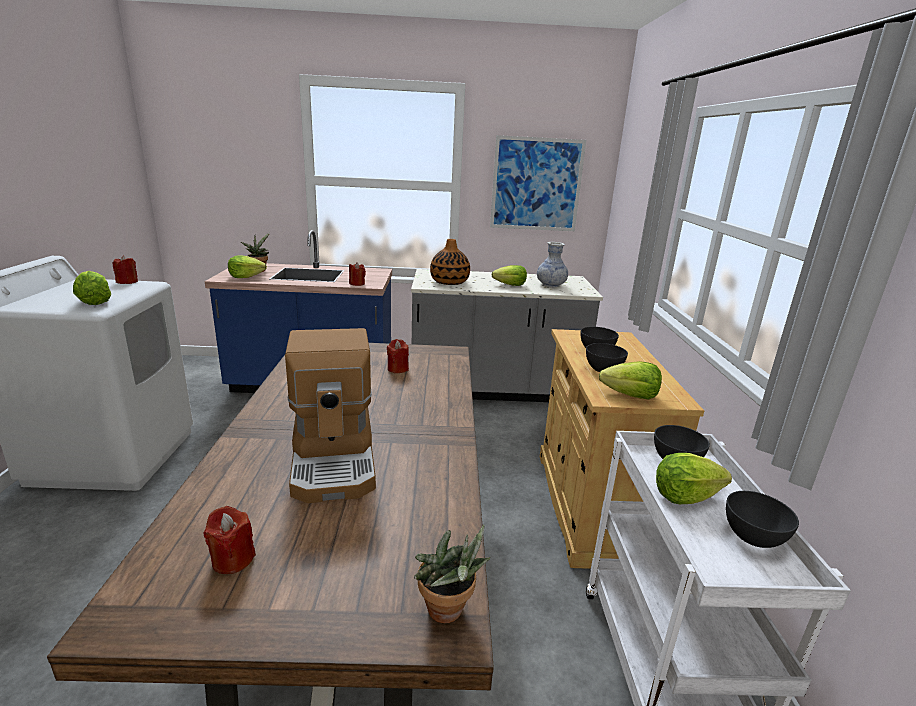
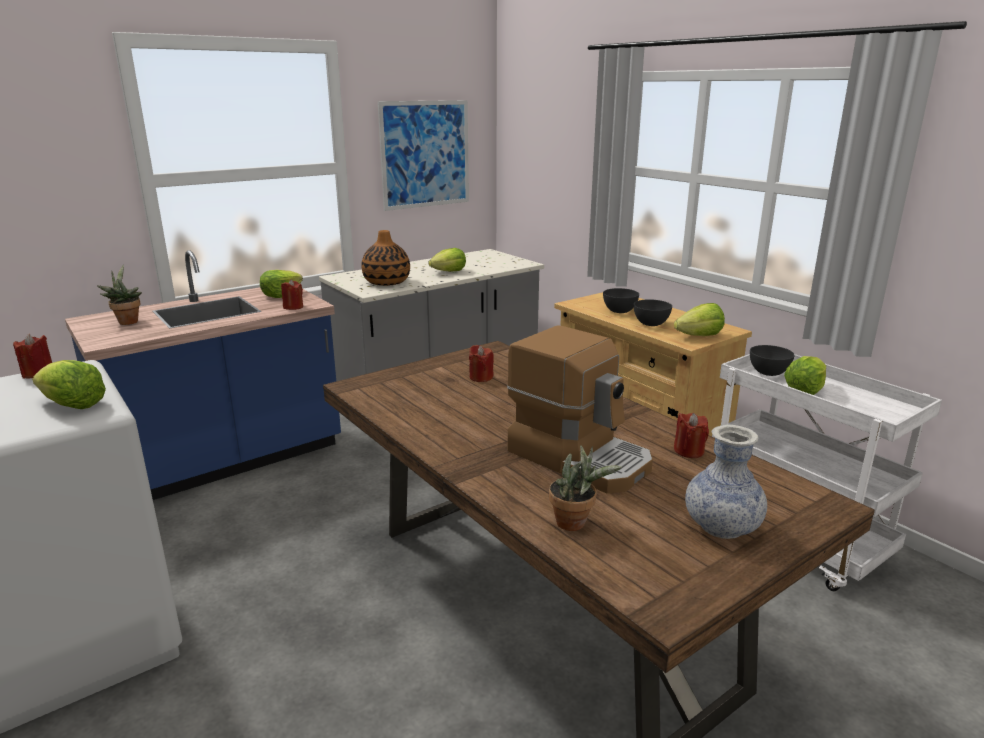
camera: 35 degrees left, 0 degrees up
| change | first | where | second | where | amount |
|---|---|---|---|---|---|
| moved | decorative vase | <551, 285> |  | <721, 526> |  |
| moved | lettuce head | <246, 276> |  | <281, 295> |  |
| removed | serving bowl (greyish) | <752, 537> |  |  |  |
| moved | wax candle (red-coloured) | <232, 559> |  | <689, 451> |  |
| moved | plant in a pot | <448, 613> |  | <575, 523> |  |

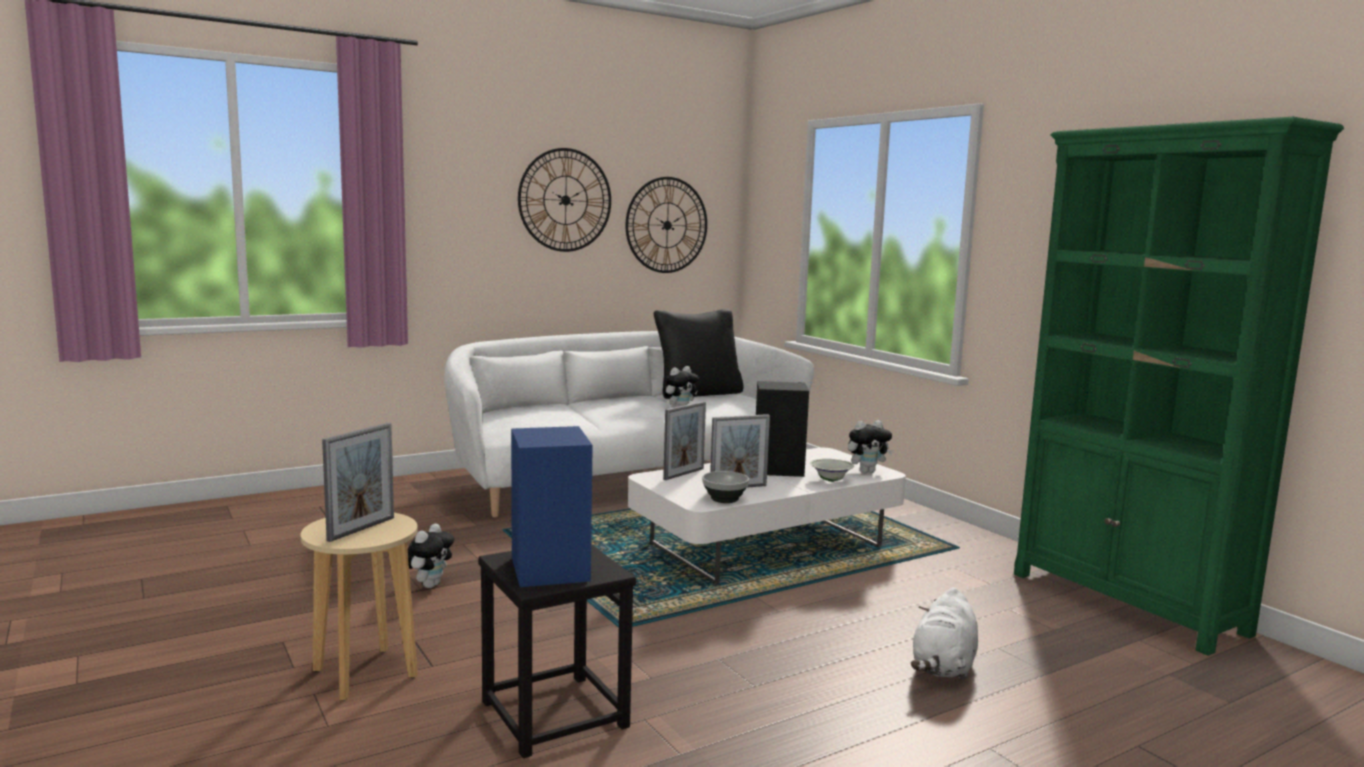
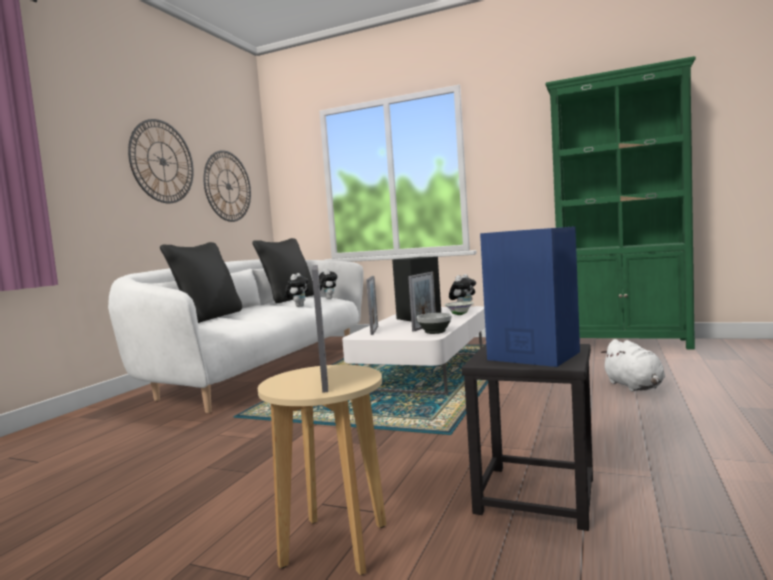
camera: 35 degrees left, 5 degrees down
| change | first | where | second | where | amount |
|---|---|---|---|---|---|
| moved | cuddly toy | <429, 585> |  | <327, 299> |  |
| added |  |  | cushion (black-coloured) | <208, 317> |  |

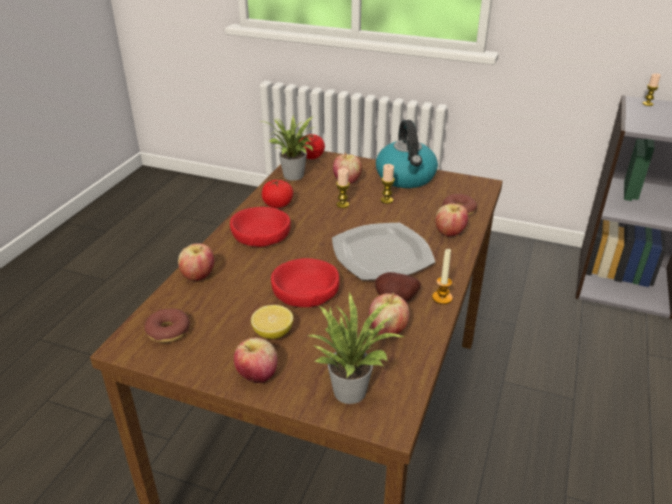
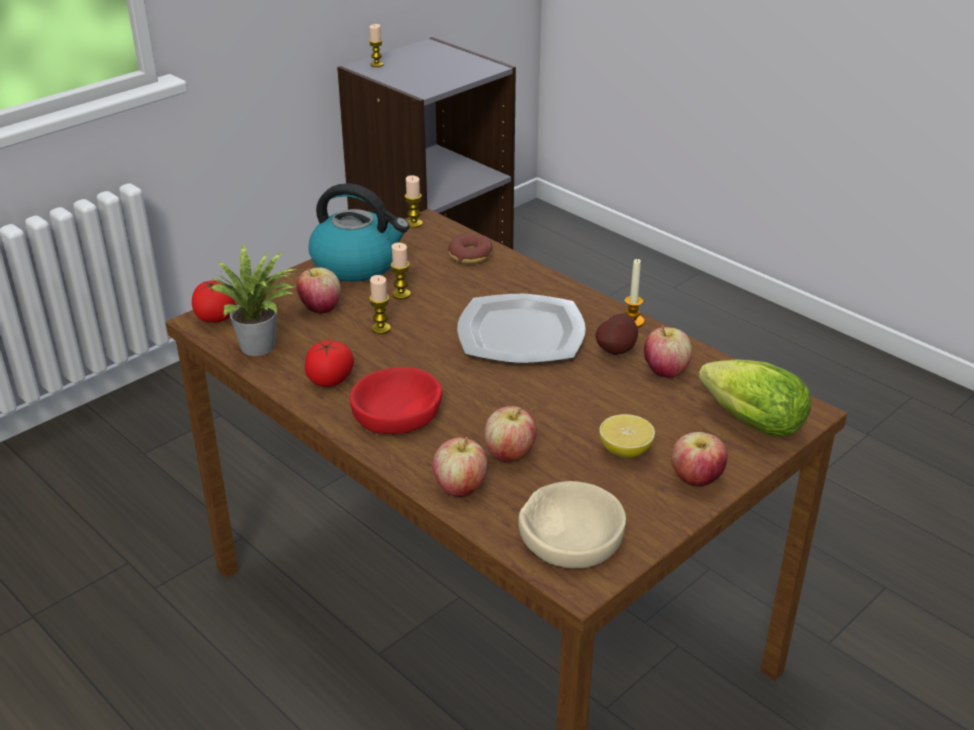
camera: 65 degrees left, 0 degrees up
| change | first | where | second | where | amount |
|---|---|---|---|---|---|
| moved | apple fruit | <449, 233> |  | <509, 455> |  |
| removed | serving bowl (red-coloured) | <305, 290> |  |  |  |
| replaced | plant in a pot | <351, 388> | lettuce head | <746, 421> |  |
| replaced | donut | <168, 331> | serving bowl (beige) | <571, 536> |  |
| added |  |  | wax candle | <414, 223> |  |

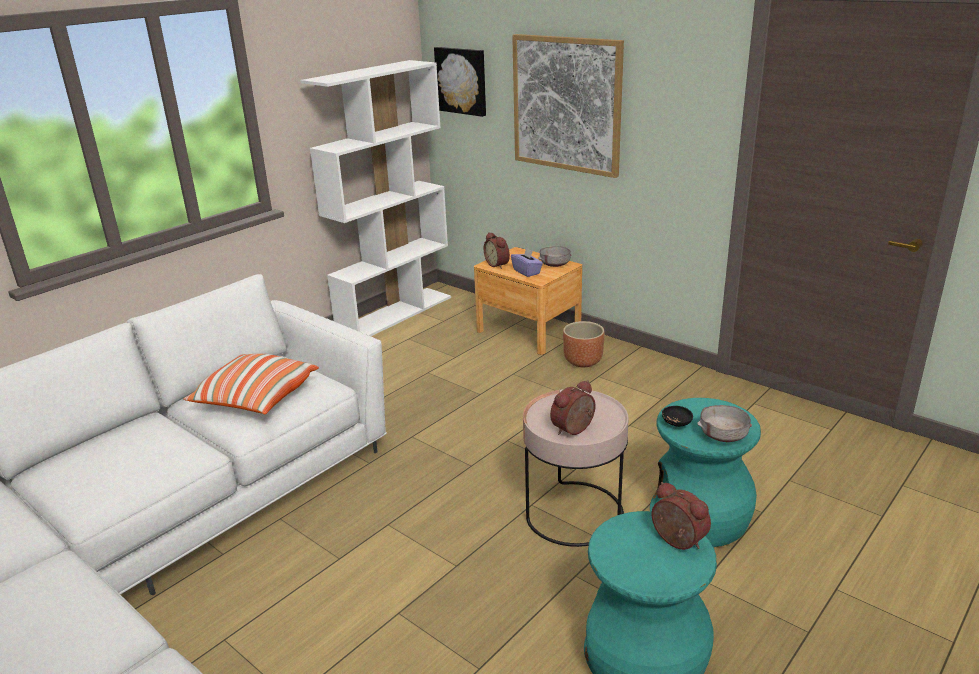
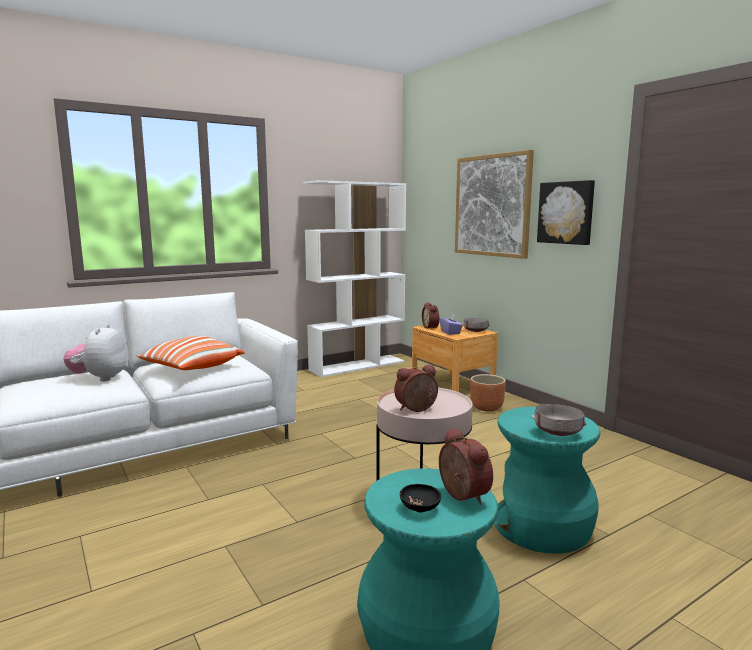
camera: 15 degrees right, 15 degrees down
| change | first | where | second | where | amount |
|---|---|---|---|---|---|
| moved | picture | <462, 80> |  | <566, 212> |  |
| moved | serving bowl (black-coloured) | <676, 423> |  | <420, 507> |  |
| added |  |  | cuddly toy | <100, 378> |  |

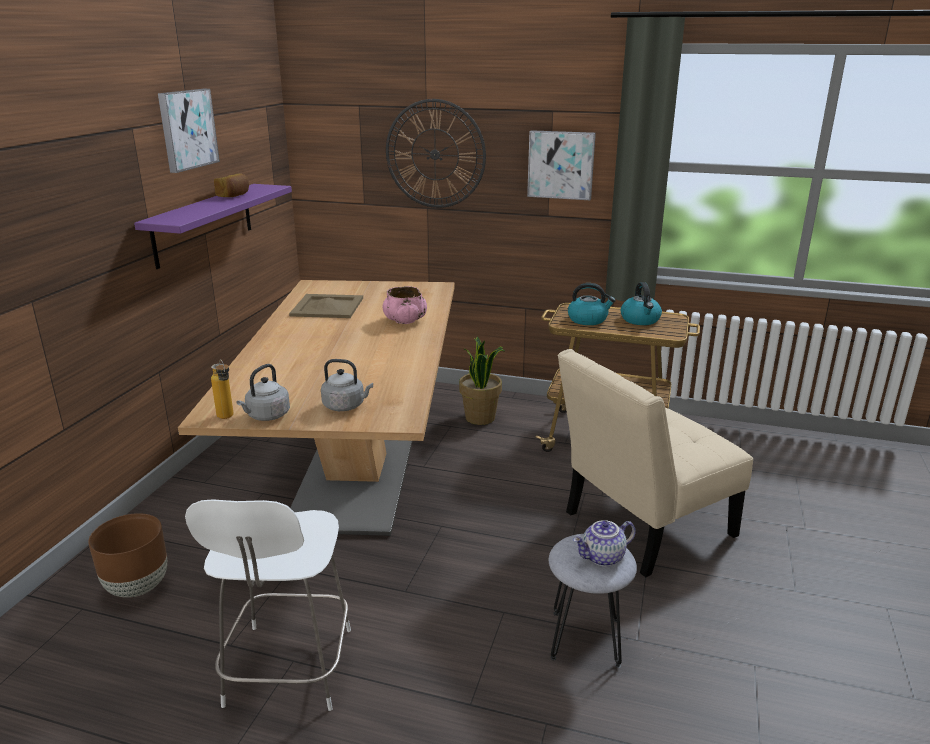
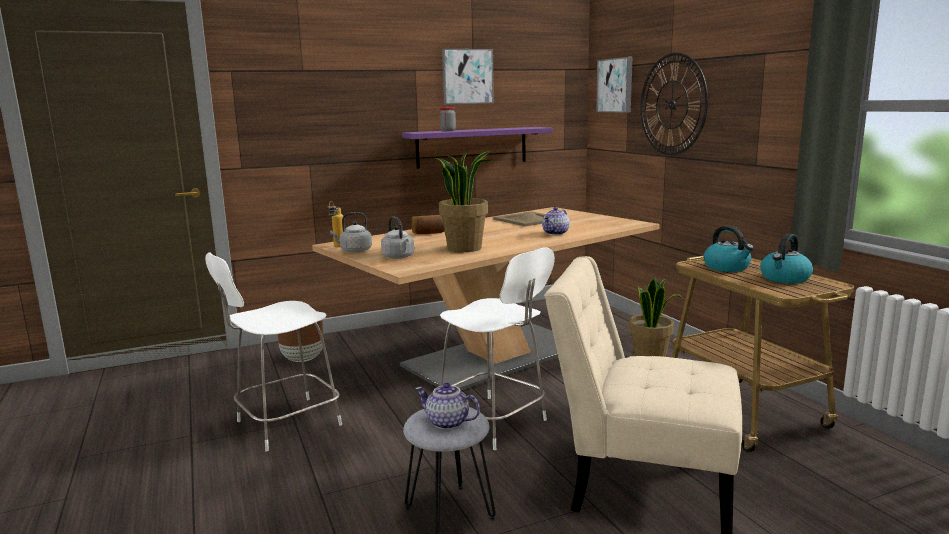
camera: 50 degrees right, 10 degrees down
| change | first | where | second | where | amount |
|---|---|---|---|---|---|
| moved | picture | <561, 165> |  | <615, 85> |  |
| moved | baked bread | <234, 195> |  | <429, 233> |  |
| replaced | serving bowl (pink-coloured) | <405, 320> | pot for tea | <556, 233> |  |
| added |  |  | jar | <448, 131> |  |
| added |  |  | plant in a pot | <464, 248> |  |
| added |  |  | plain chair (white) | <494, 423> |  |

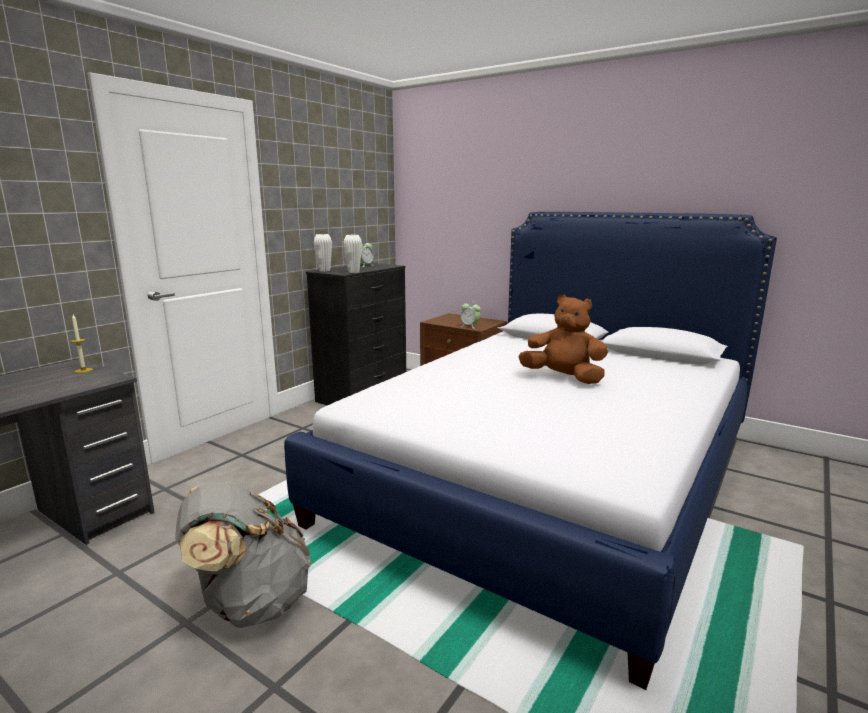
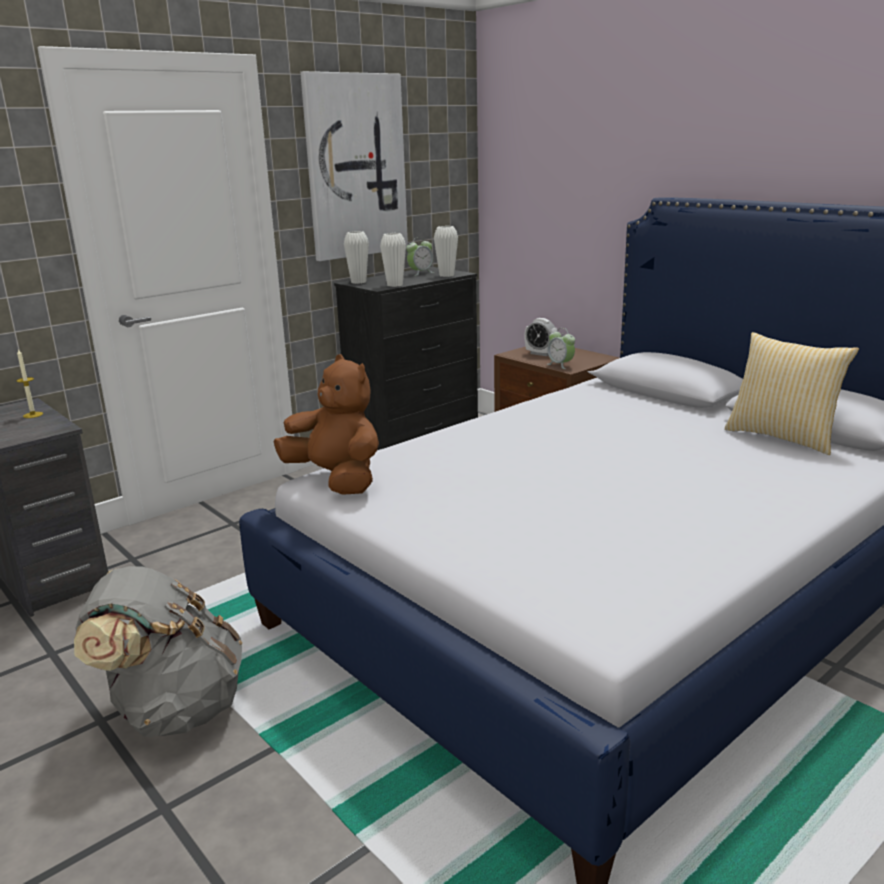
camera: 15 degrees right, 5 degrees up
| change | first | where | second | where | amount |
|---|---|---|---|---|---|
| moved | cuddly toy (brown) | <563, 378> |  | <336, 480> |  |
| added |  |  | picture | <355, 167> |  |
| added |  |  | decorative vase (white) | <446, 275> |  |
| added |  |  | table clock | <540, 354> |  |
| added |  |  | cushion | <782, 437> |  |

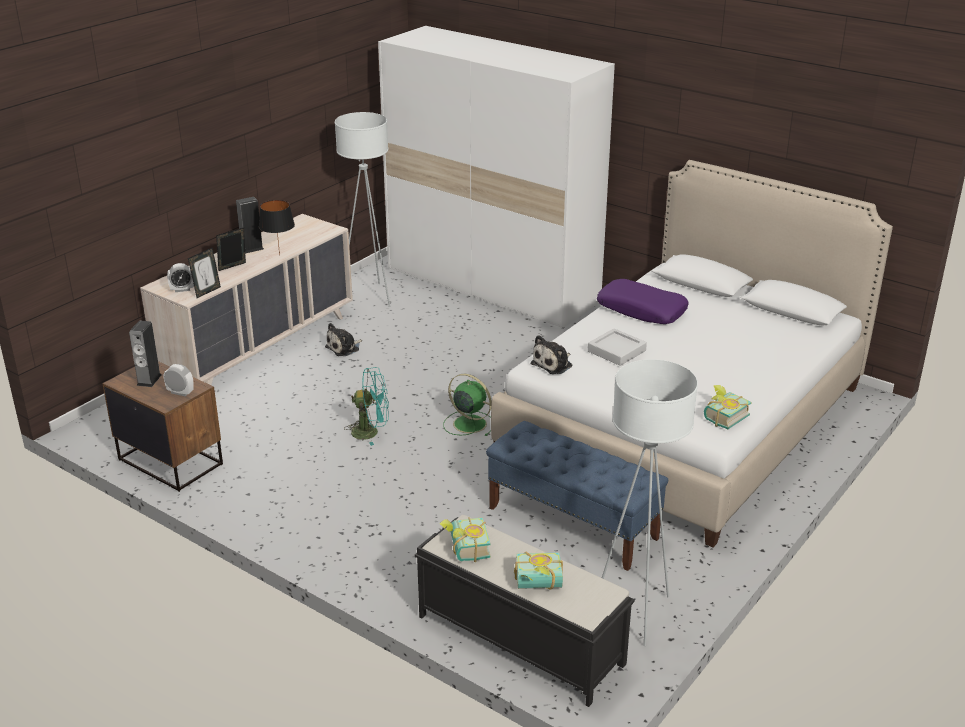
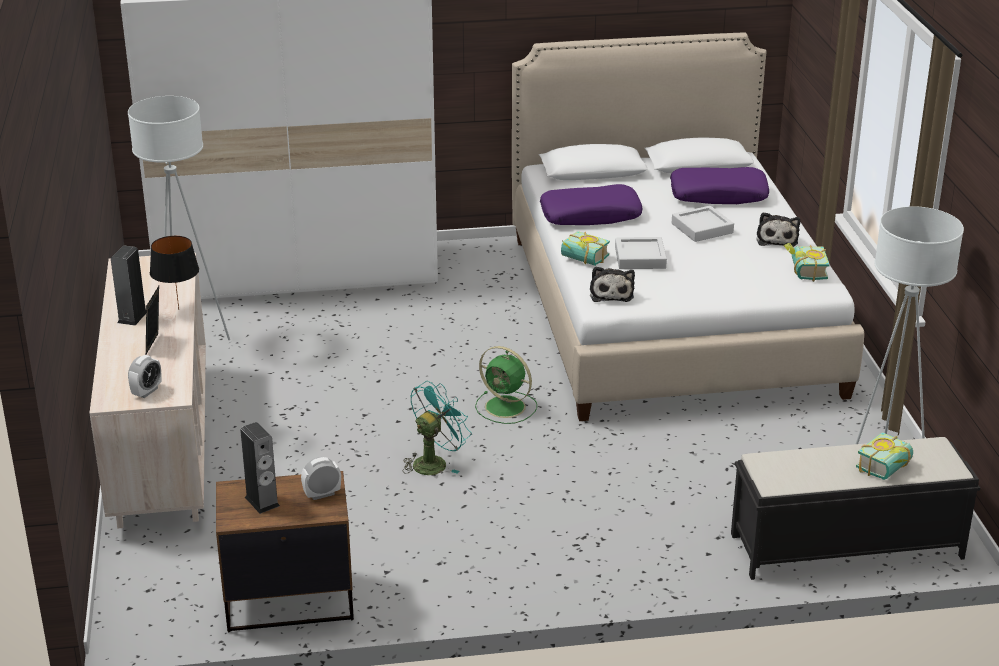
camera: 45 degrees left, 0 degrees up
| change | first | where | second | where | amount |
|---|---|---|---|---|---|
| removed | standing frame | <207, 292> |  |  |  |
| moved | cuddly toy | <344, 348> |  | <777, 239> |  |
| turned | fan (green) | <468, 423> |  | <507, 407> | 135 degrees counterclockwise |
| removed | bench (bluish) | <573, 523> |  |  |  |
| moved | book | <464, 549> |  | <582, 260> |  |
| added |  |  | cushion (purple-coloured) | <718, 195> |  |
| added |  |  | carrying tray (greyish) | <702, 228> |  |

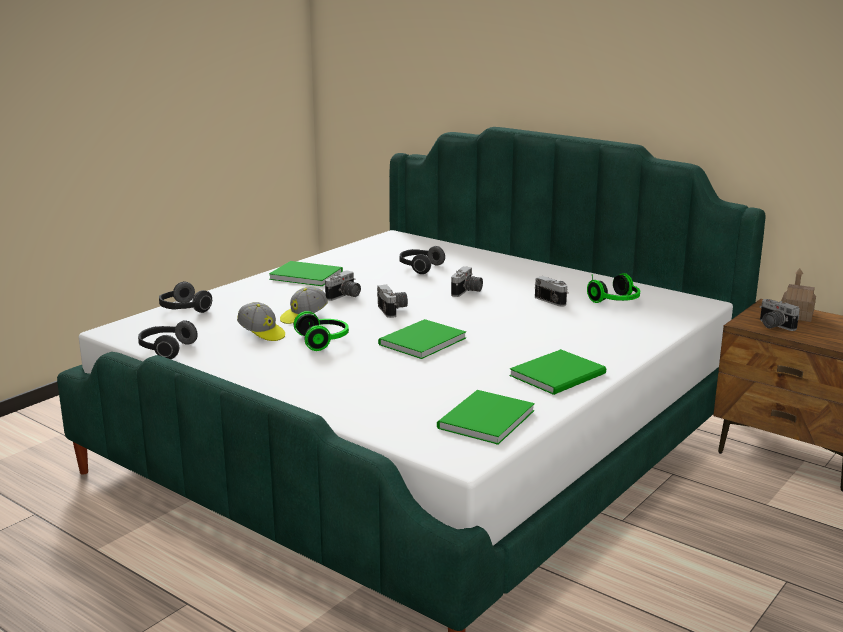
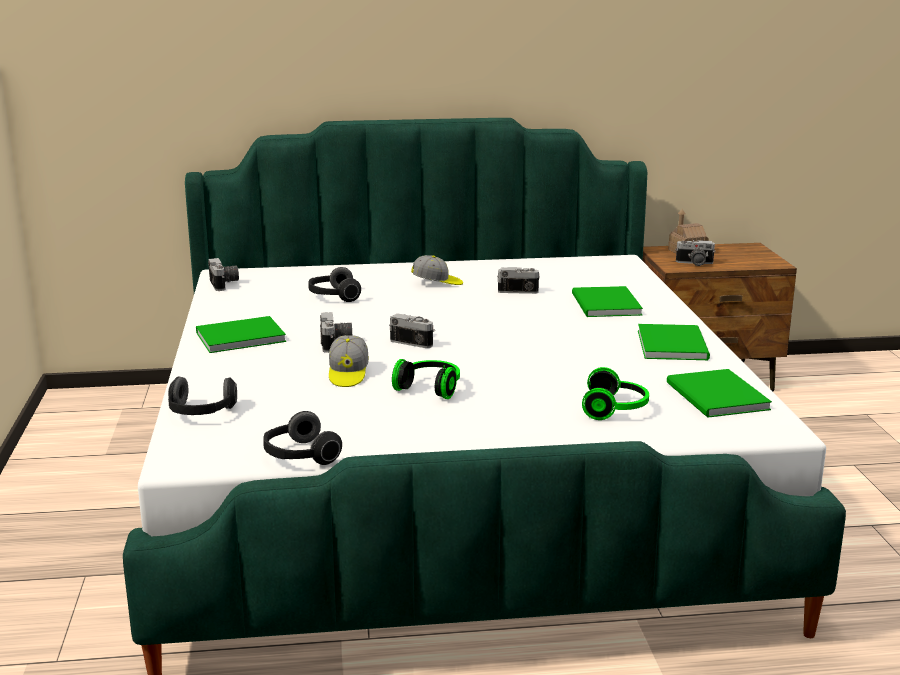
camera: 45 degrees left, 0 degrees up
| change | first | where | second | where | amount |
|---|---|---|---|---|---|
| moved | photo camera | <467, 292> |  | <225, 284> |  |
| moved | pair of headphones | <616, 302> |  | <615, 409> |  |
| moved | peaked cap | <262, 333> |  | <437, 283> |  |
| moved | book (green) | <419, 341> |  | <604, 305> |  |

